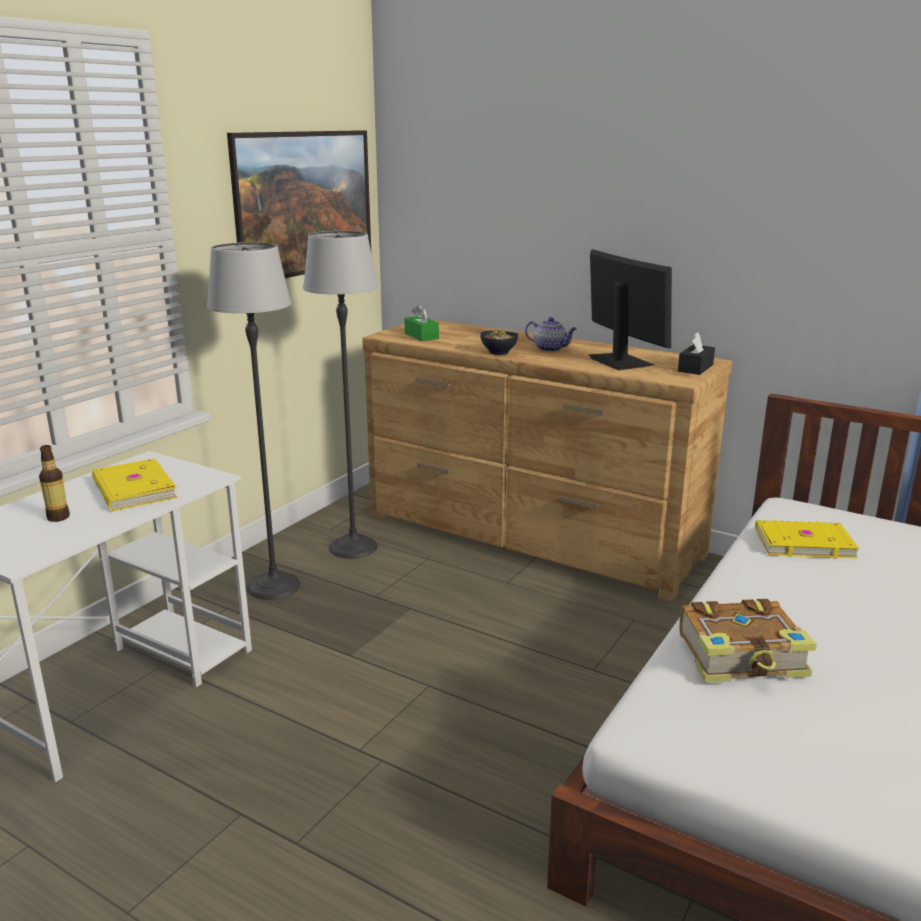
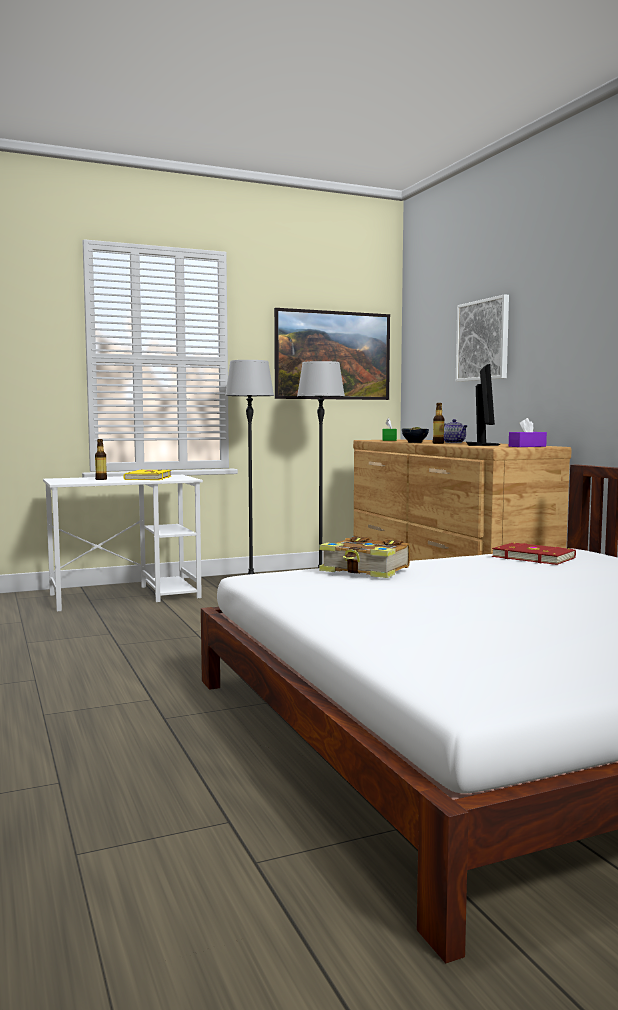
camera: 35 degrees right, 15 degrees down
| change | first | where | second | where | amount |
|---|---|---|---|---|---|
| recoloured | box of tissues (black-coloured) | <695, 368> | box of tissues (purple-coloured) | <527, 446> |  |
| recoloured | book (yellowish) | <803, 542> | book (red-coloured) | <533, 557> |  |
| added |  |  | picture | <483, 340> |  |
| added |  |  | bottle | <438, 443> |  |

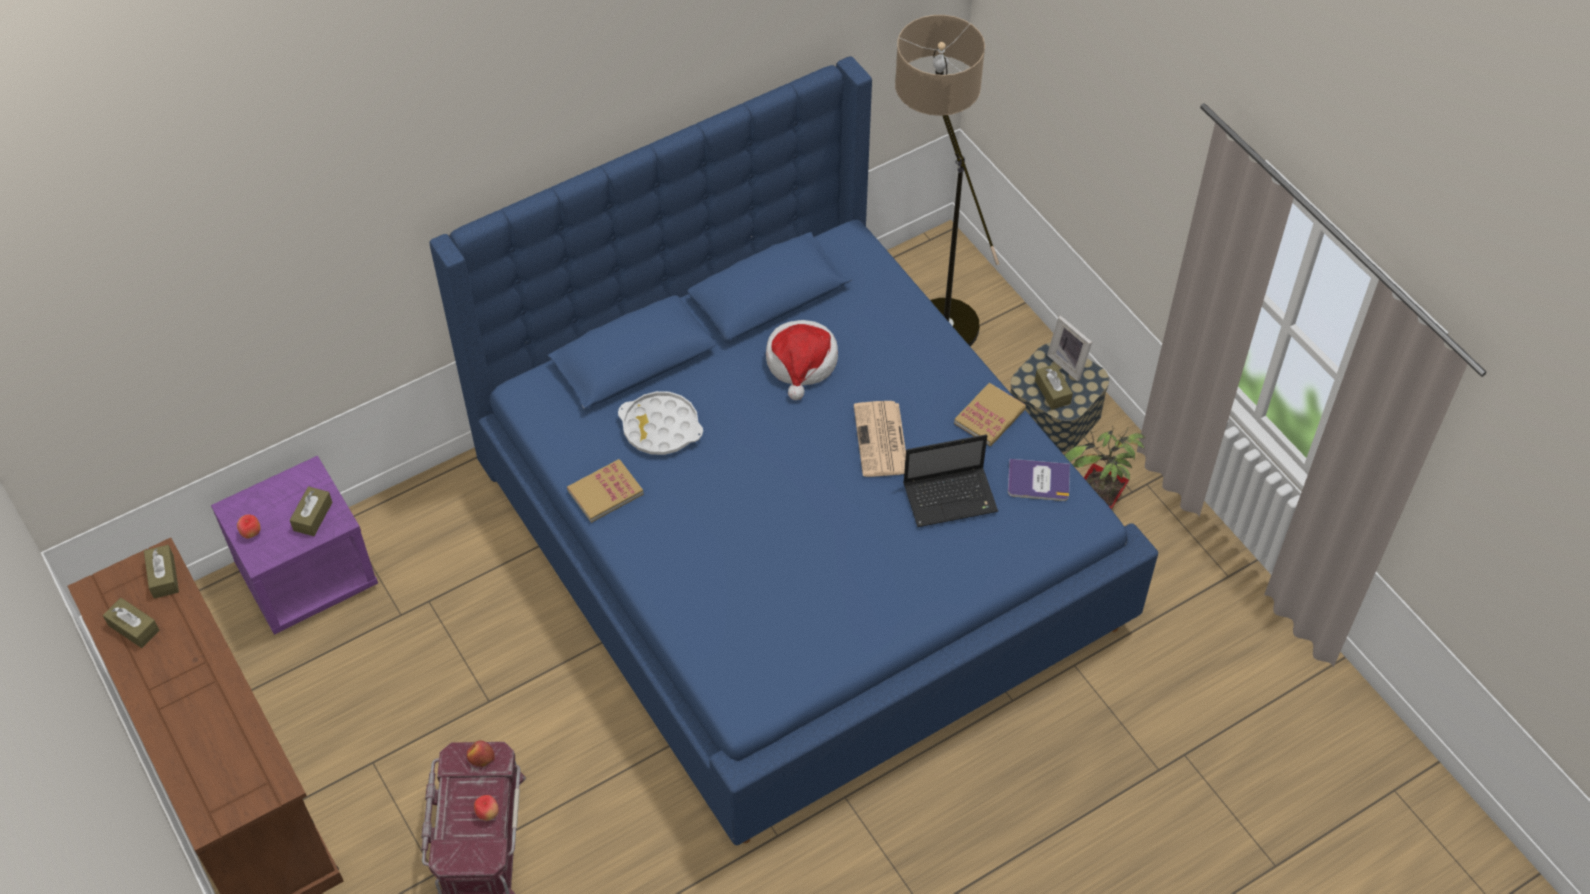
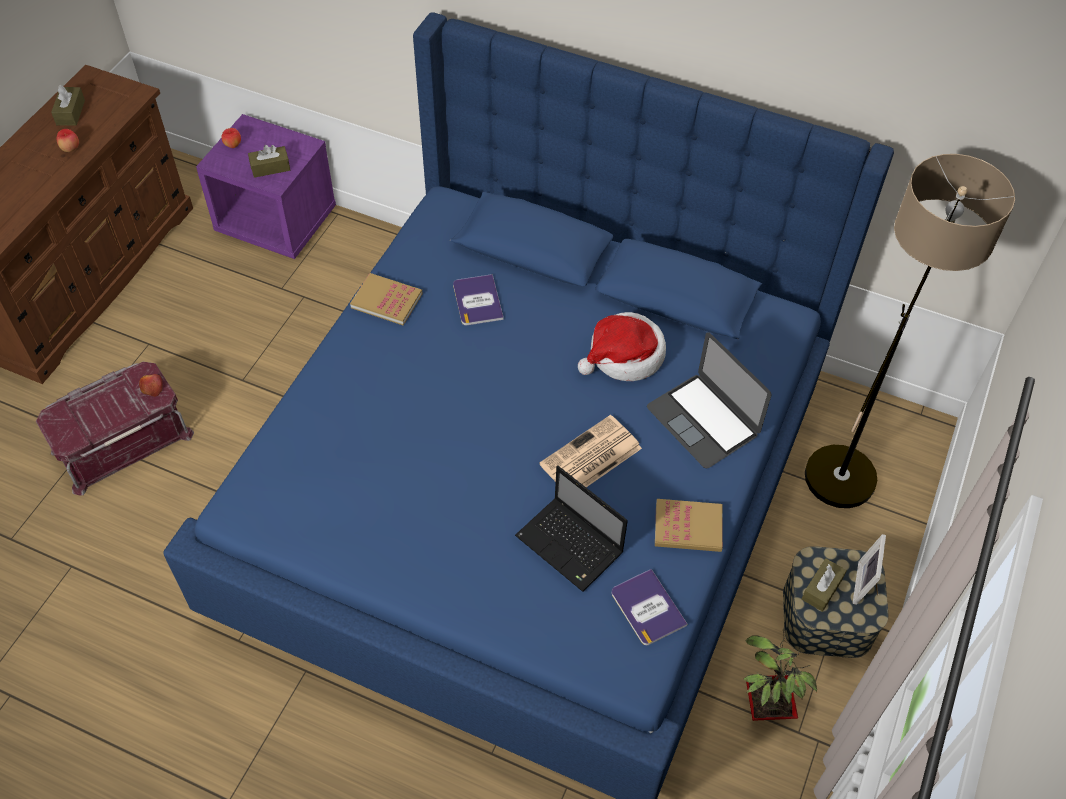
camera: 55 degrees right, 0 degrees up
| change | first | where | second | where | amount |
|---|---|---|---|---|---|
| replaced | carrying tray (white) | <661, 428> | book | <477, 301> |  |
| removed | box of tissues (brown) | <163, 577> |  |  |  |
| moved | apple fruit | <488, 813> |  | <71, 149> |  |
| added |  |  | notebook computer | <703, 420> |  |

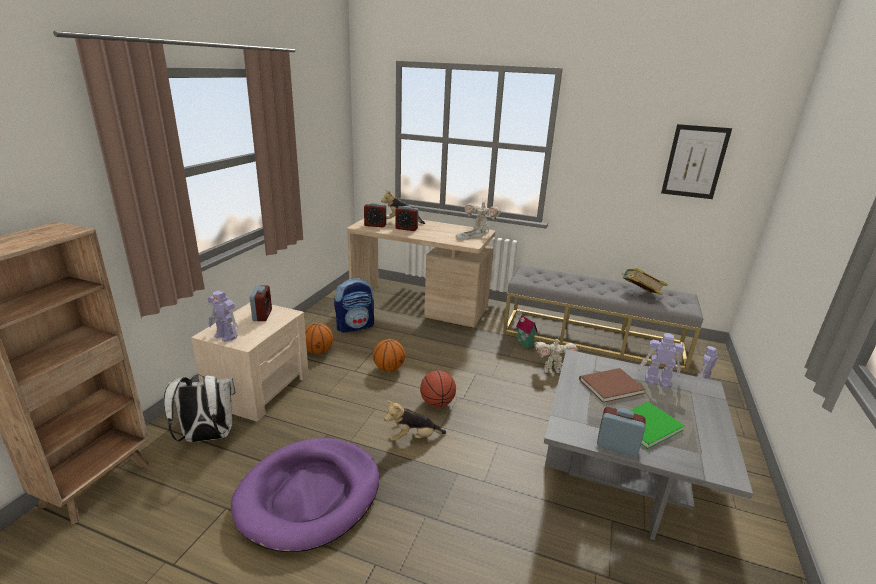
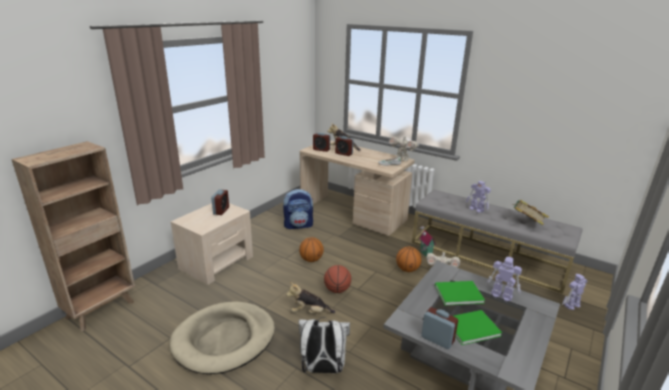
camera: 15 degrees right, 0 degrees up
| change | first | where | second | where | amount |
|---|---|---|---|---|---|
| removed | picture | <695, 162> |  |  |  |
| moved | model robot | <226, 336> |  | <476, 209> |  |
| moved | basketball ball | <318, 351> |  | <407, 269> |  |
| recoloured | book (brown) | <608, 385> | book (green) | <457, 293> |  |
| moved | knapsack (white) | <207, 437> |  | <323, 369> |  |
| recoloured | pet bed (purple-coloured) | <309, 495> | pet bed (beige) | <224, 339> |  |

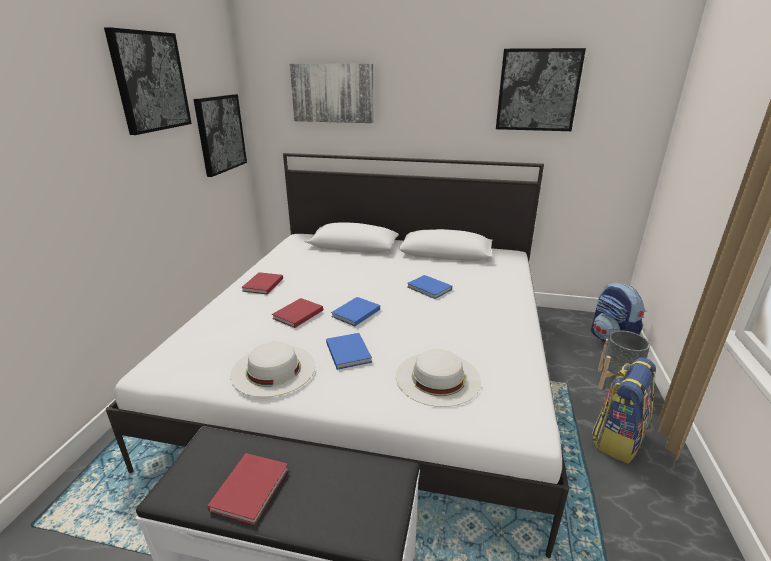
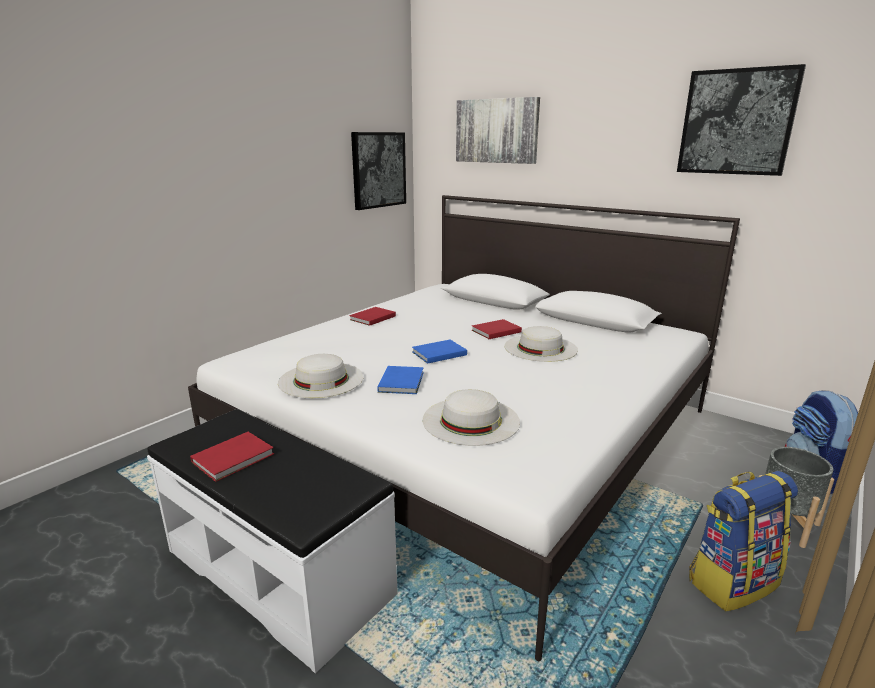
camera: 25 degrees right, 5 degrees down
| change | first | where | second | where | amount |
|---|---|---|---|---|---|
| removed | picture | <150, 82> |  |  |  |
| replaced | book (bluish) | <429, 289> | clothing hat (white) | <540, 348> |  |
| moved | book (red-coloured) | <296, 314> |  | <494, 331> |  |

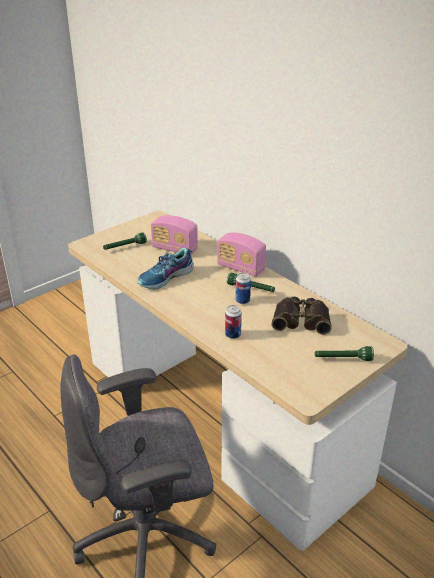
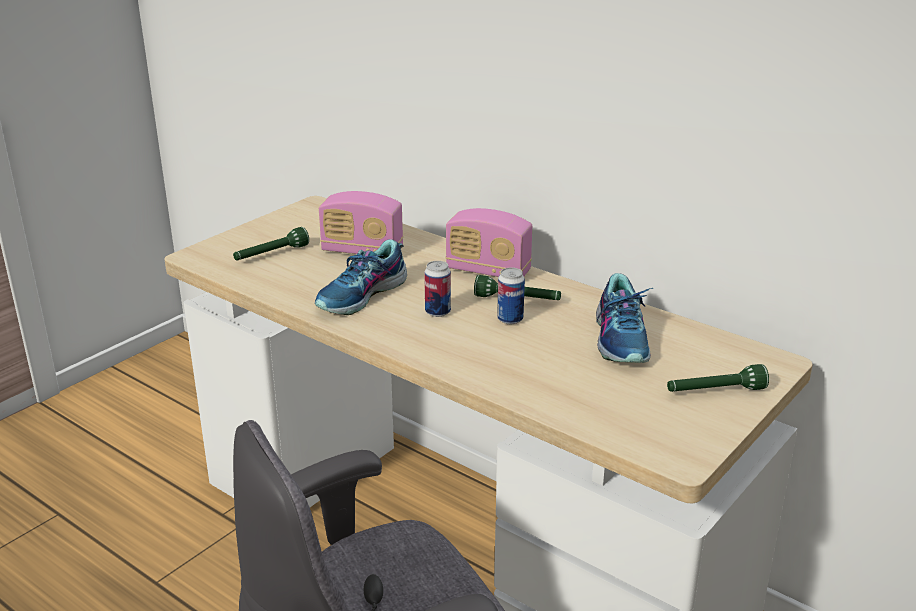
camera: 10 degrees left, 5 degrees down
| change | first | where | second | where | amount |
|---|---|---|---|---|---|
| replaced | binoculars | <301, 320> | shoe | <622, 339> |  |
| moved | sealed can | <233, 335> |  | <438, 312> |  |

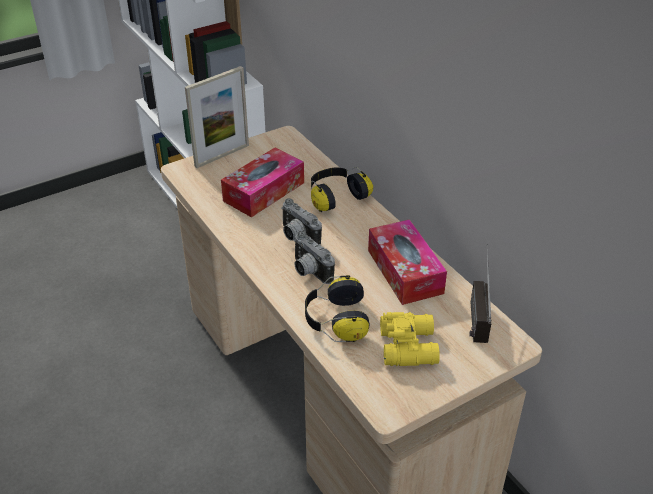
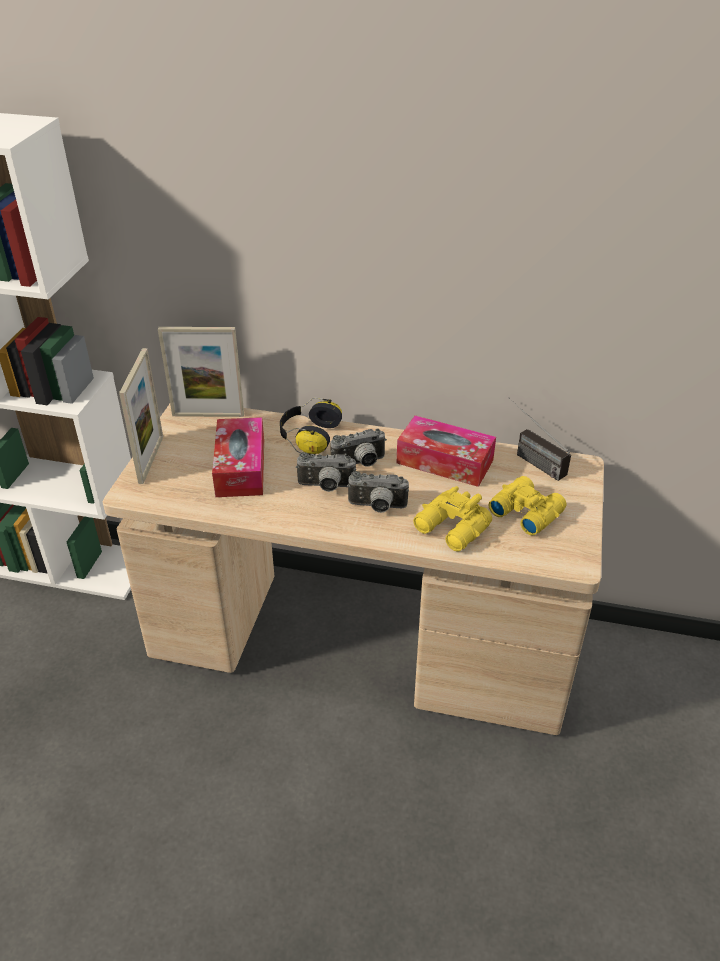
camera: 45 degrees left, 0 degrees up
| change | first | where | second | where | amount |
|---|---|---|---|---|---|
| replaced | pair of headphones | <335, 320> | binoculars (yellowish) | <452, 529> |  |
| added |  |  | standing frame | <208, 415> |  |
| added |  |  | photo camera | <360, 464> |  |

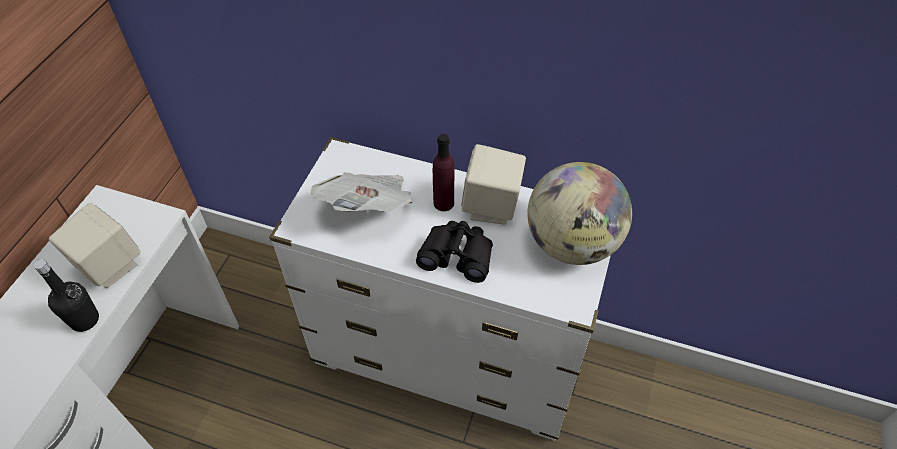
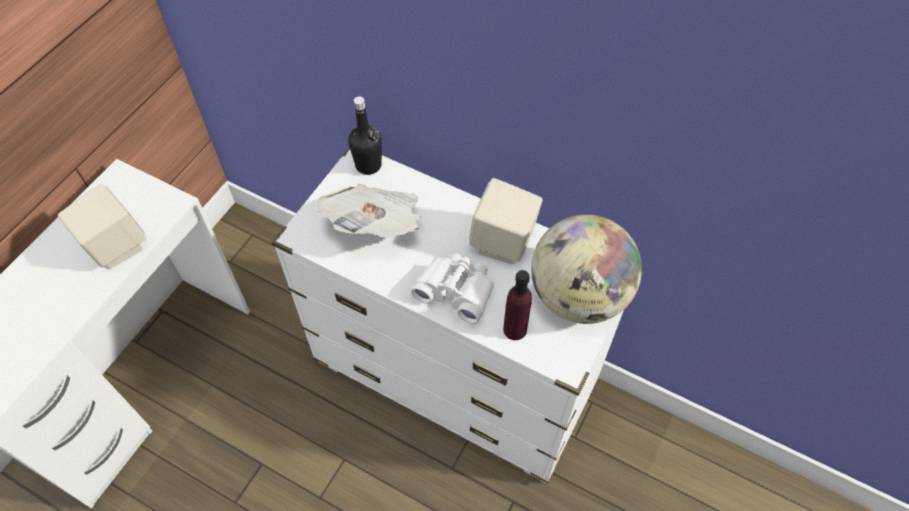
camera: 10 degrees right, 5 degrees up
| change | first | where | second | where | amount |
|---|---|---|---|---|---|
| moved | bottle (purple-coloured) | <443, 203> |  | <515, 329> |  |
| recoloured | binoculars (black-coloured) | <457, 256> | binoculars (white) | <456, 291> |  |
| moved | bottle (black-coloured) | <85, 320> |  | <368, 165> |  |

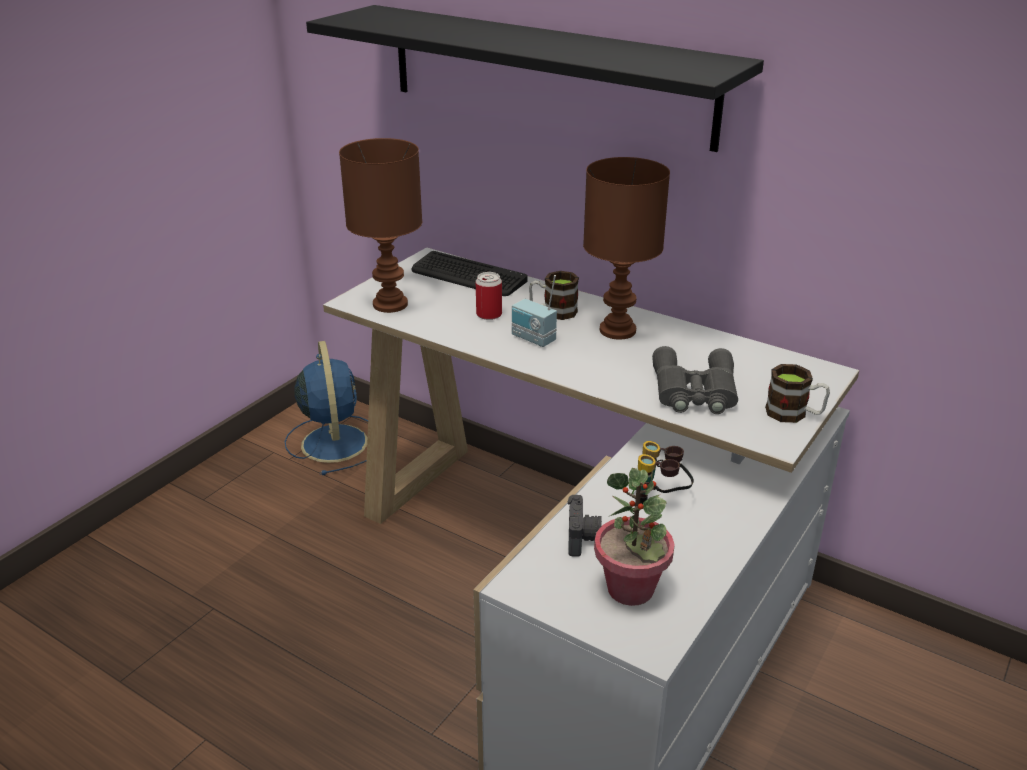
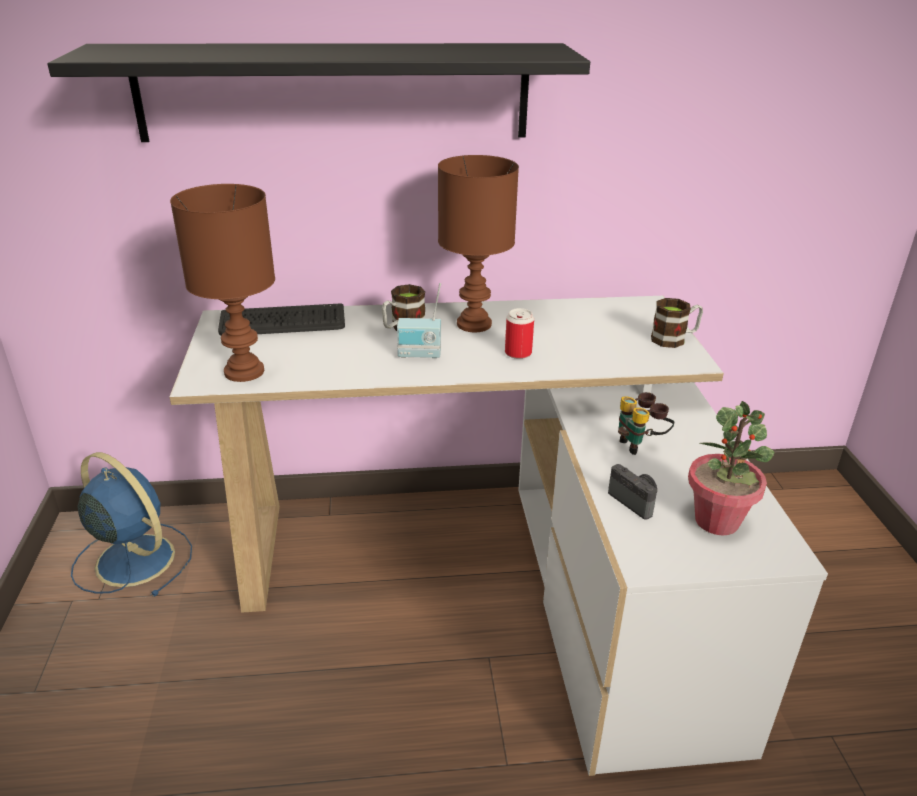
camera: 40 degrees left, 0 degrees up
| change | first | where | second | where | amount |
|---|---|---|---|---|---|
| moved | sealed can | <489, 314> |  | <518, 353> |  |
| removed | binoculars (greyish) | <694, 391> |  |  |  |

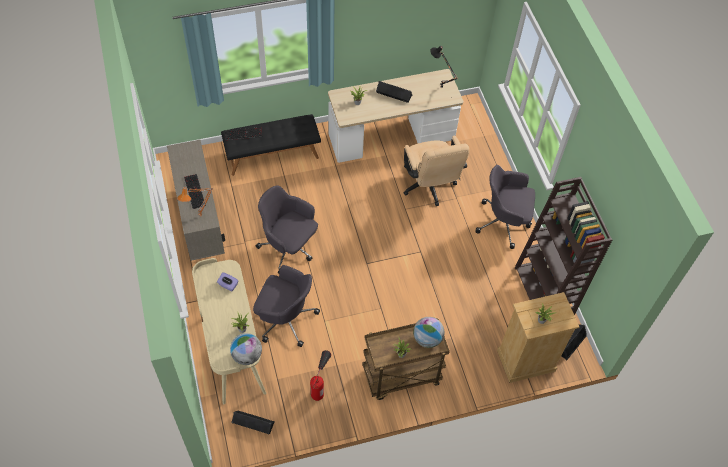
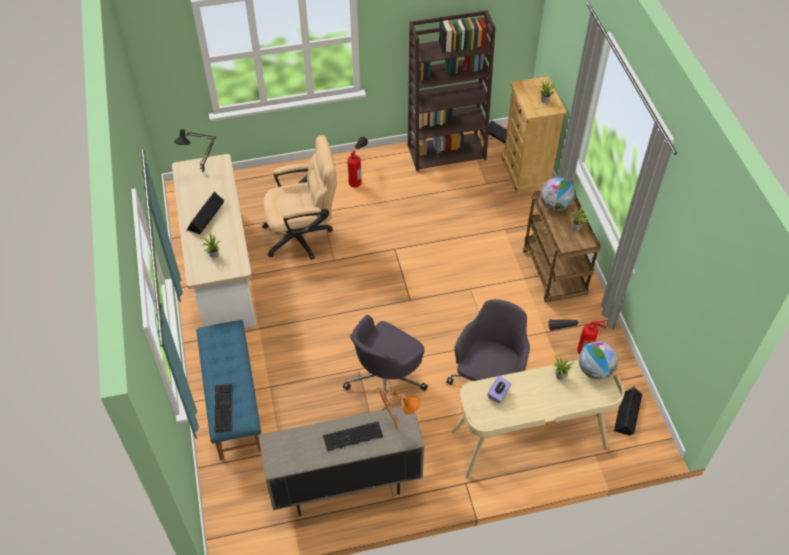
camera: 85 degrees left, 5 degrees down
| change | first | where | second | where | amount |
|---|---|---|---|---|---|
| recoloured | bench (black-coloured) | <272, 155> | bench (bluish) | <232, 401> |  |
| replaced | office chair (greyish) | <504, 222> | extinguisher | <358, 174> |  |

